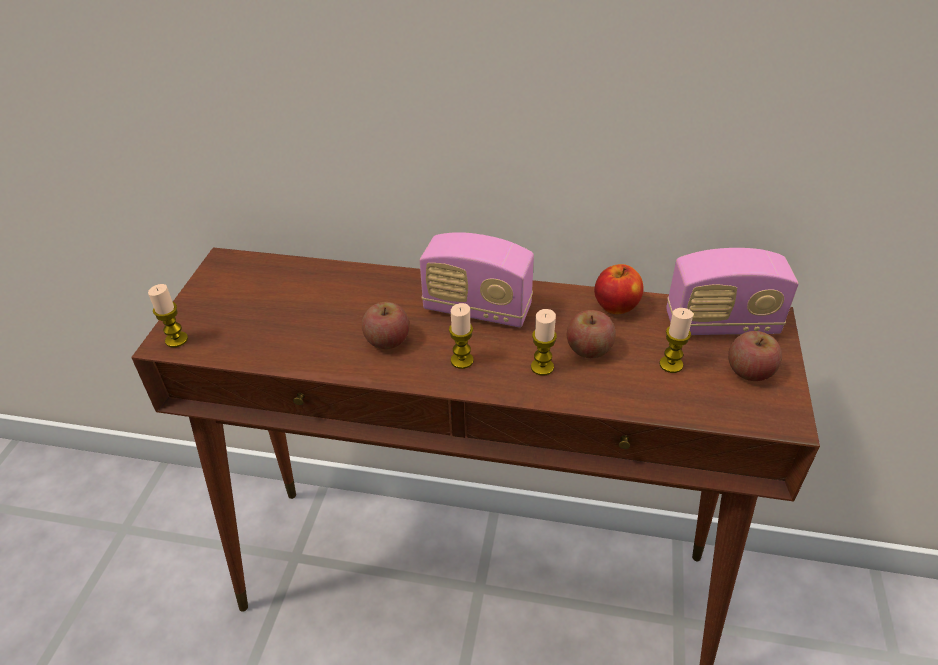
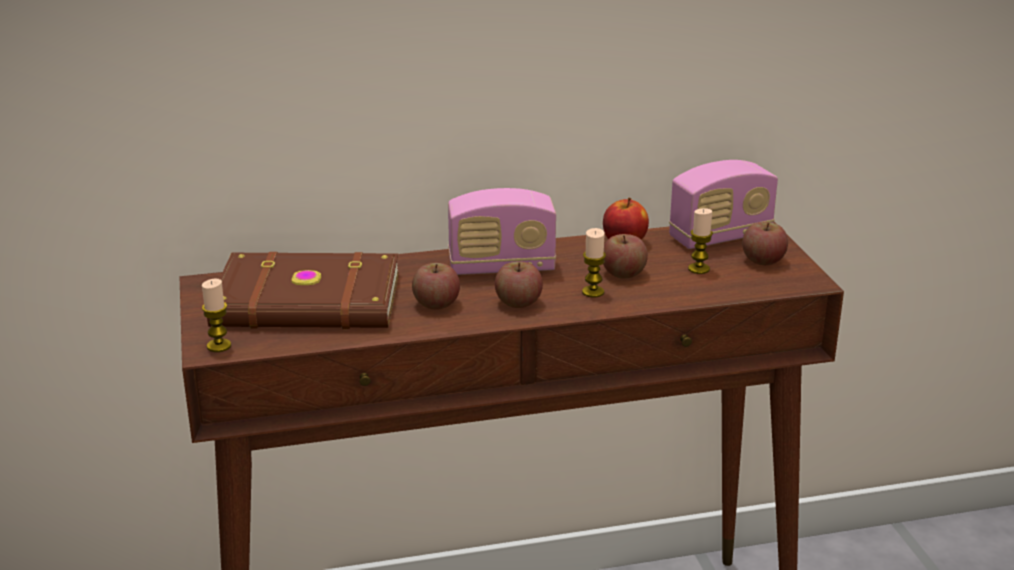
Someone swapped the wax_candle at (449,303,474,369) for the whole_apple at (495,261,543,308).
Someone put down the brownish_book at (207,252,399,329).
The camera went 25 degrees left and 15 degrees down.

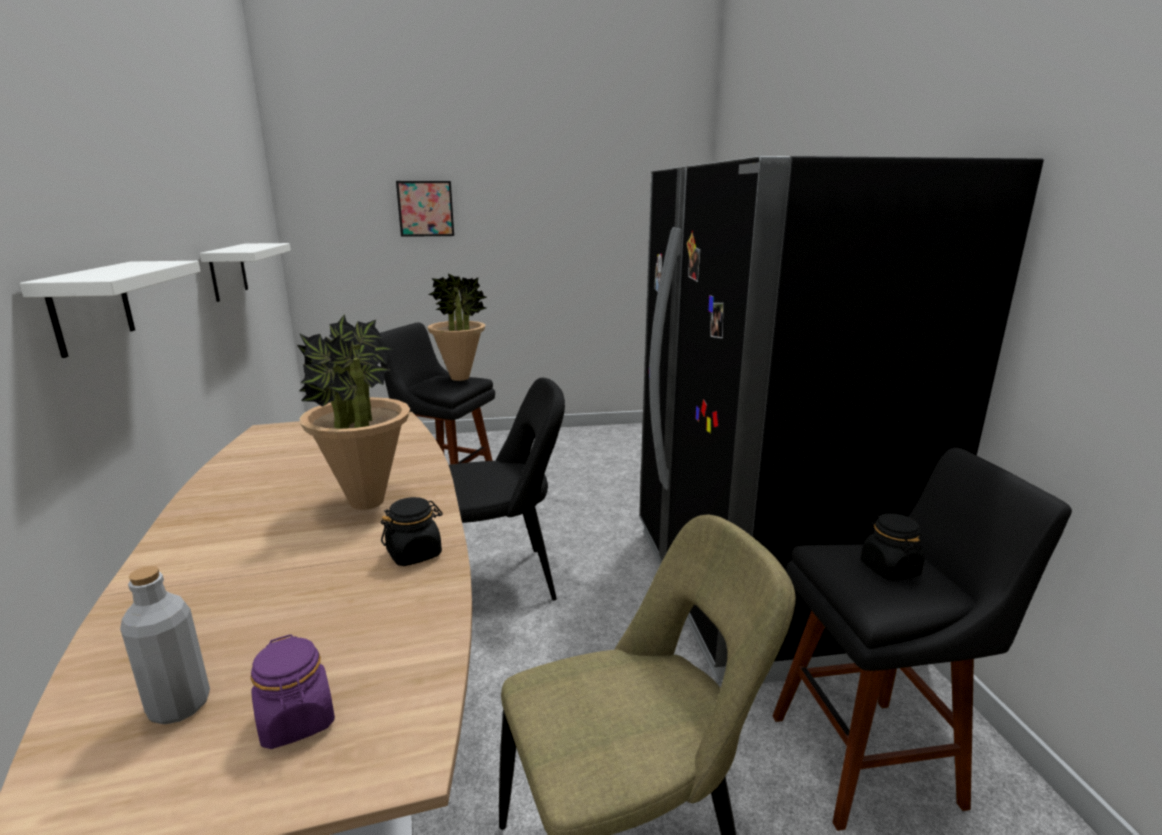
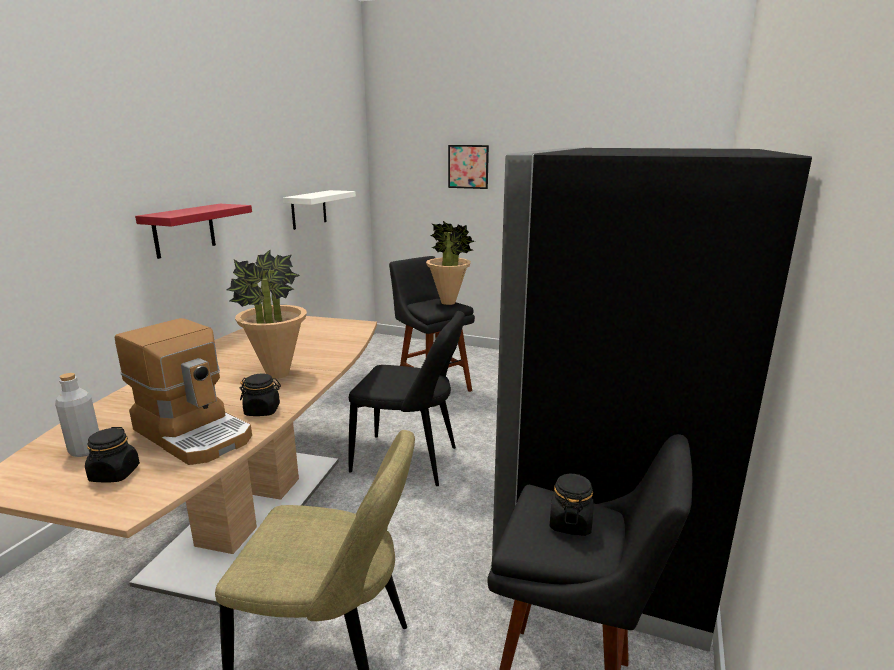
Someone repainted the whitish_shelf at (19,261,200,358), which became the reddish_shelf at (135,204,252,259).
Someone repainted the purple_preserve_jar at (250,634,335,749), which became the blackish_preserve_jar at (85,427,140,482).
Someone put down the coffee_machine at (115,318,252,465).
The camera went 30 degrees right and 0 degrees up.

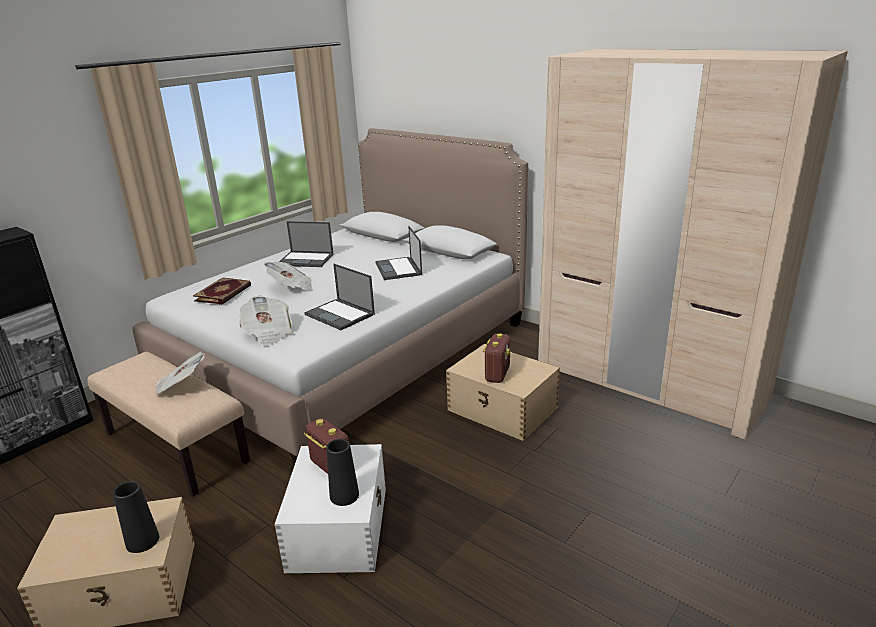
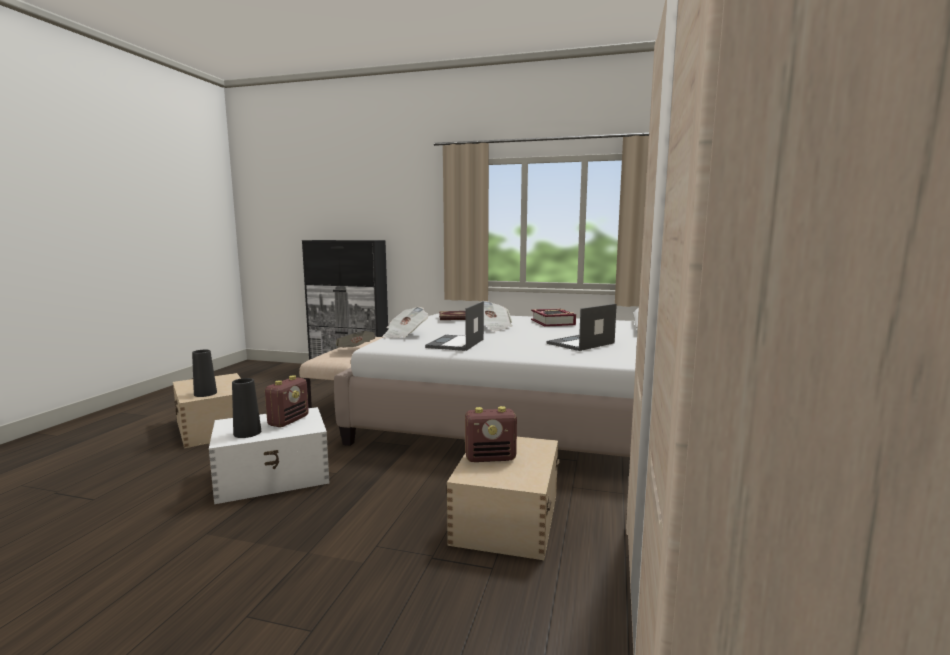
Someone swapped the notebook_computer at (279,221,334,267) for the book at (531,309,576,327).
The camera went 65 degrees right and 15 degrees down.

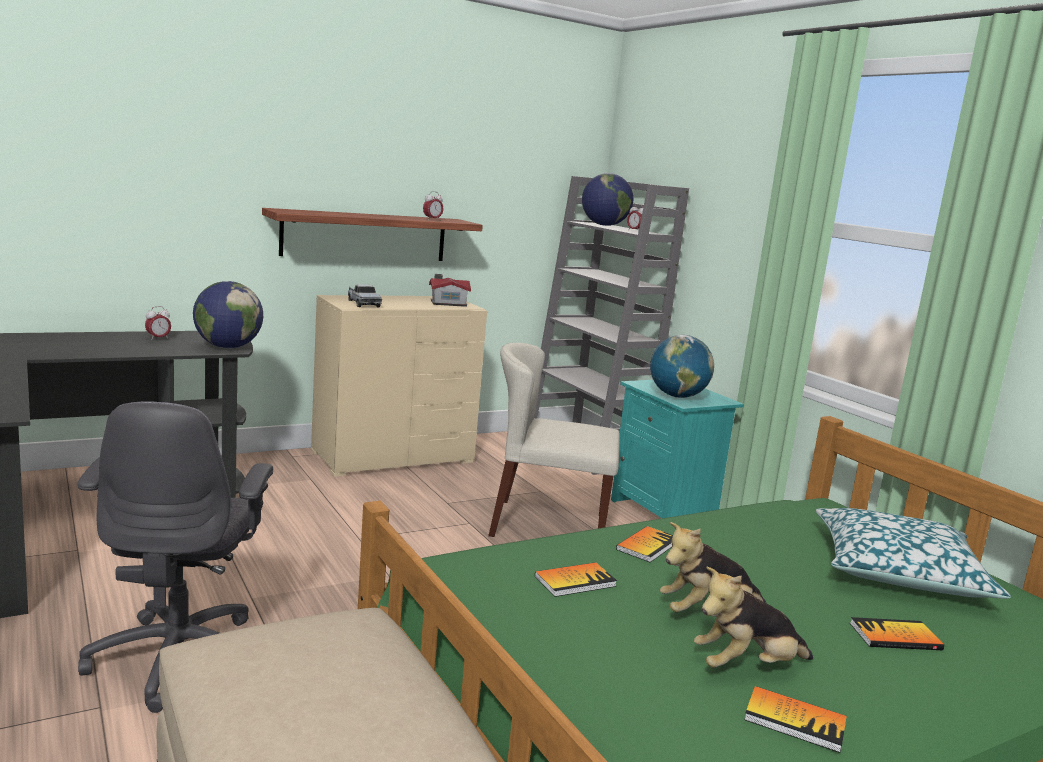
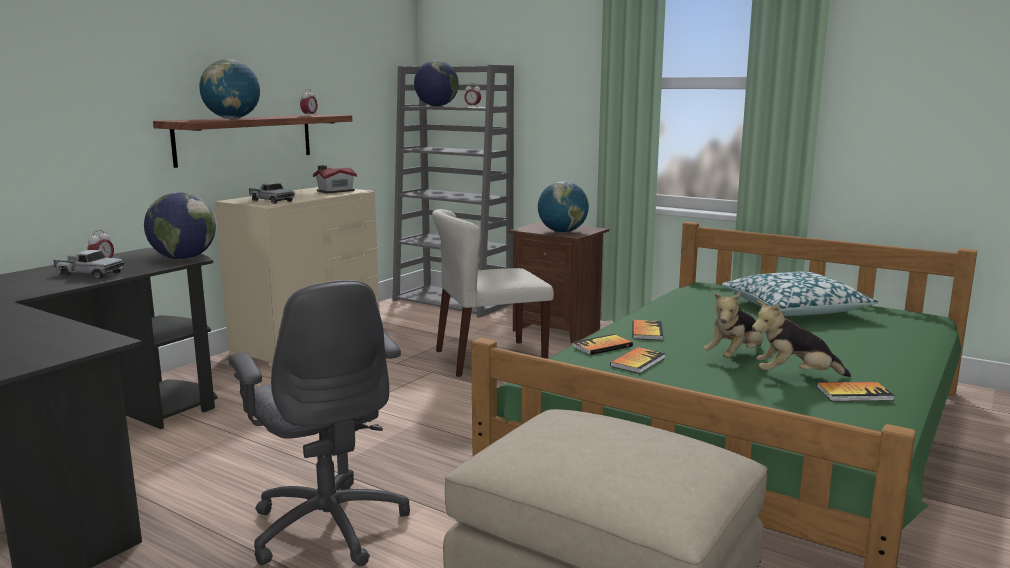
Someone repainted the turquoise-coloured_nightstand at (611,380,744,519), which became the brownish_nightstand at (508,221,609,343).
Someone rotated the cuddly_toy at (694,567,813,668) by 45 degrees clockwise.
Someone carried the book from (850,617,944,650) to (572,334,633,355).
Someone put down the globe at (199,59,260,119).
Someone put down the toy_truck at (53,250,124,279).
The camera went 25 degrees left and 0 degrees up.

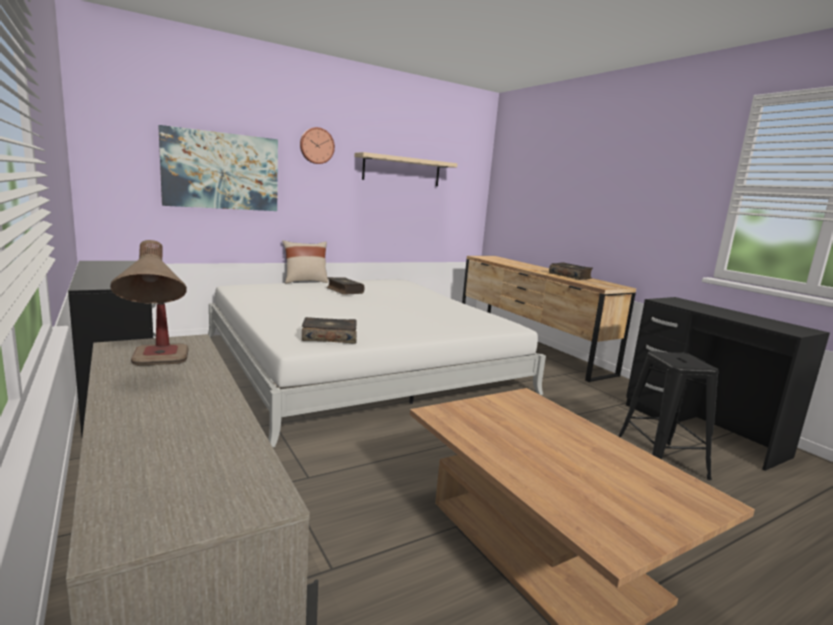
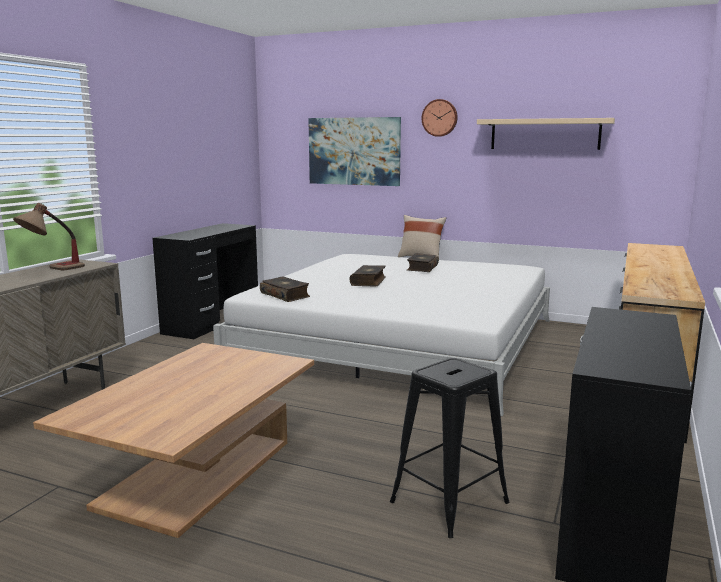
Someone carried the book from (549,262,593,280) to (350,265,386,287).
The camera went 55 degrees right and 0 degrees up.

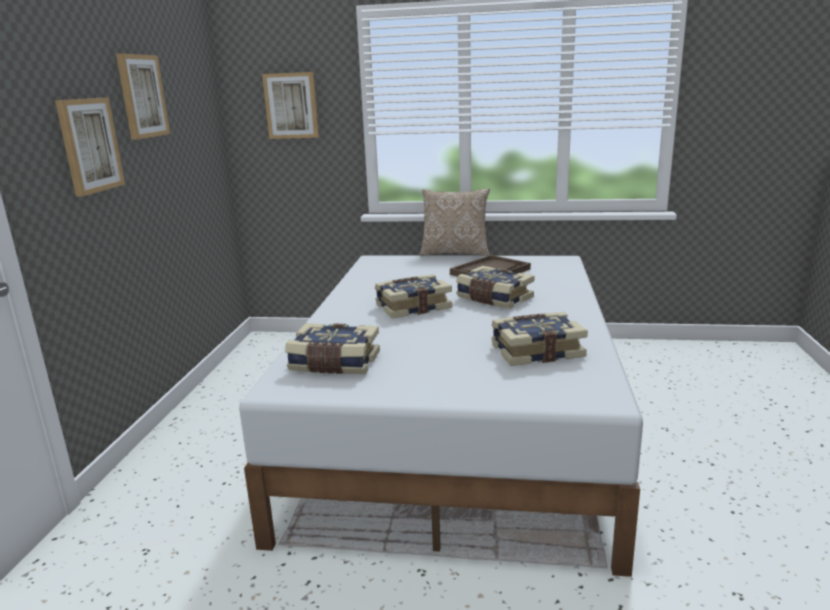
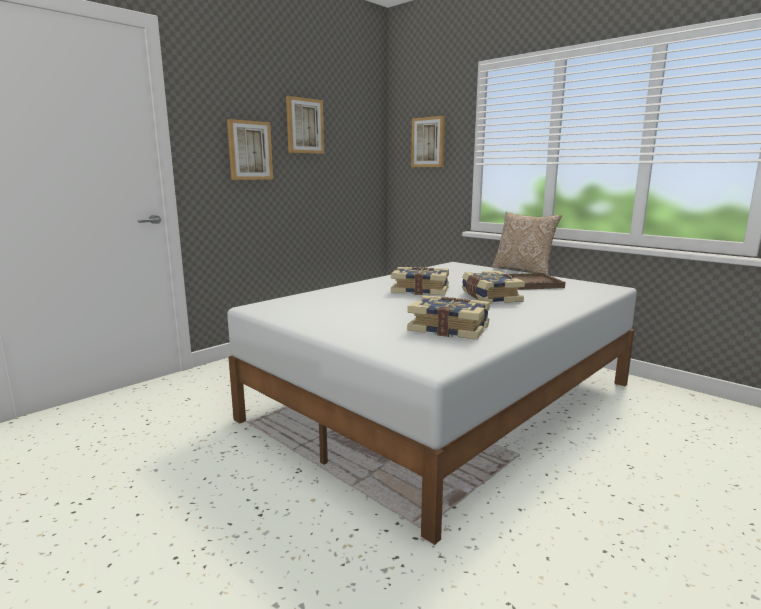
Someone took away the book at (285,323,380,374).
The camera went 35 degrees right and 5 degrees down.

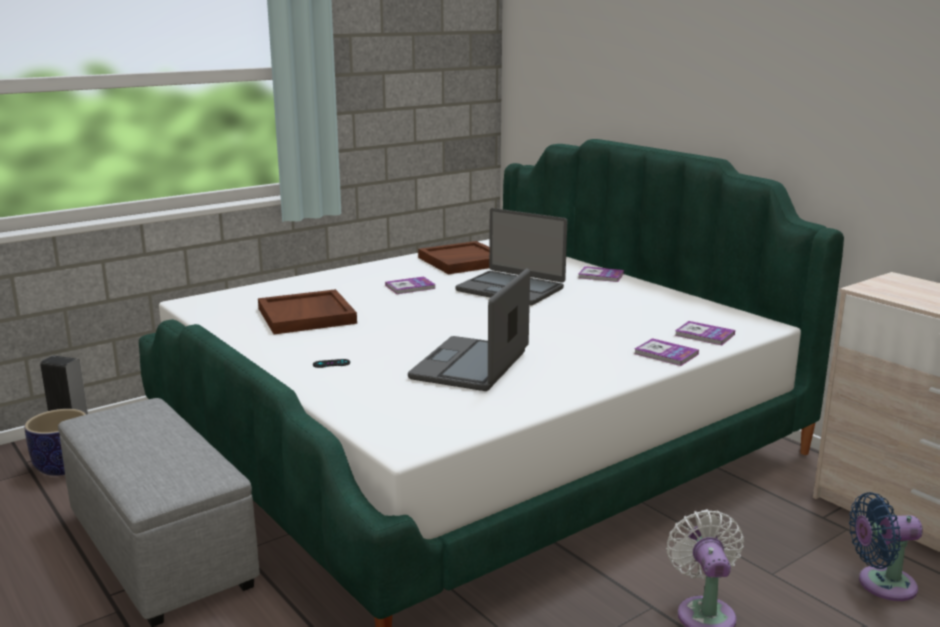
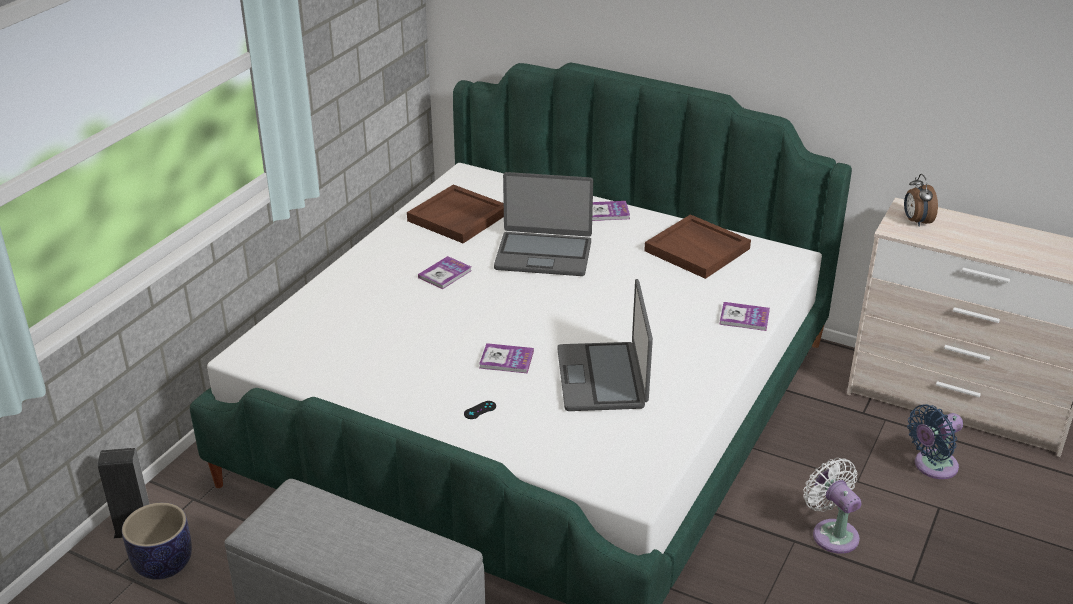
Someone carried the brownish_carrying_tray from (258,289,357,334) to (644,214,751,279).
Someone carried the book from (675,321,735,345) to (479,343,534,373).
Someone put down the alarm_clock at (904,174,938,227).
The camera went 25 degrees left and 15 degrees up.

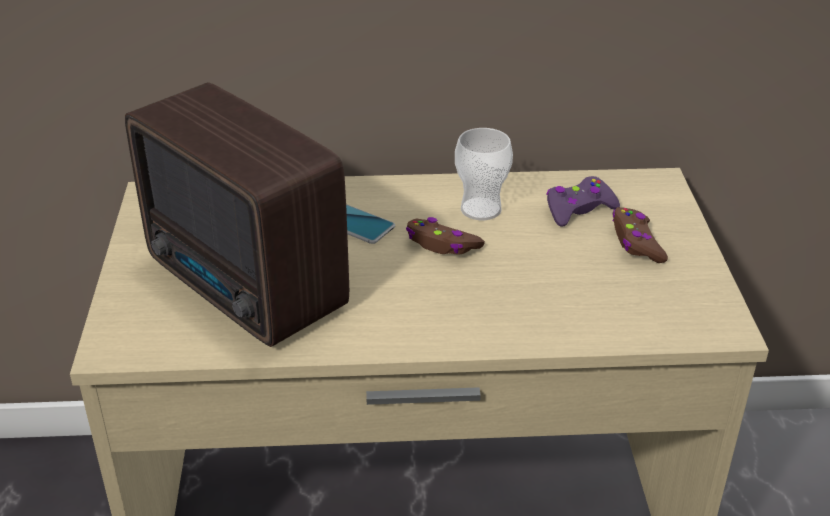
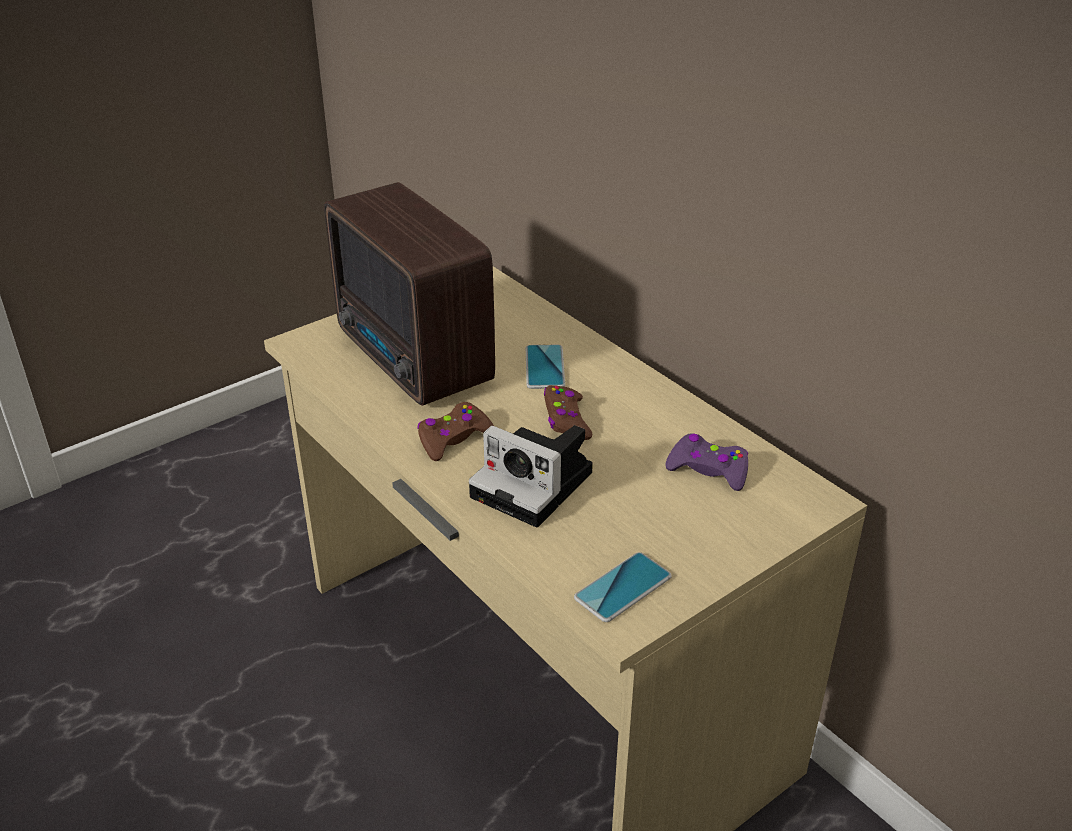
Someone rotated the radio_receiver at (125,82,349,347) by 45 degrees counterclockwise.
Someone took away the cup at (455,128,513,220).
Someone carried the brownish_game_controller from (613,207,668,263) to (417,402,494,461).
Someone put down the photo_camera at (469,425,593,527).
Someone put down the phone at (574,552,672,622).
The camera went 55 degrees right and 0 degrees up.

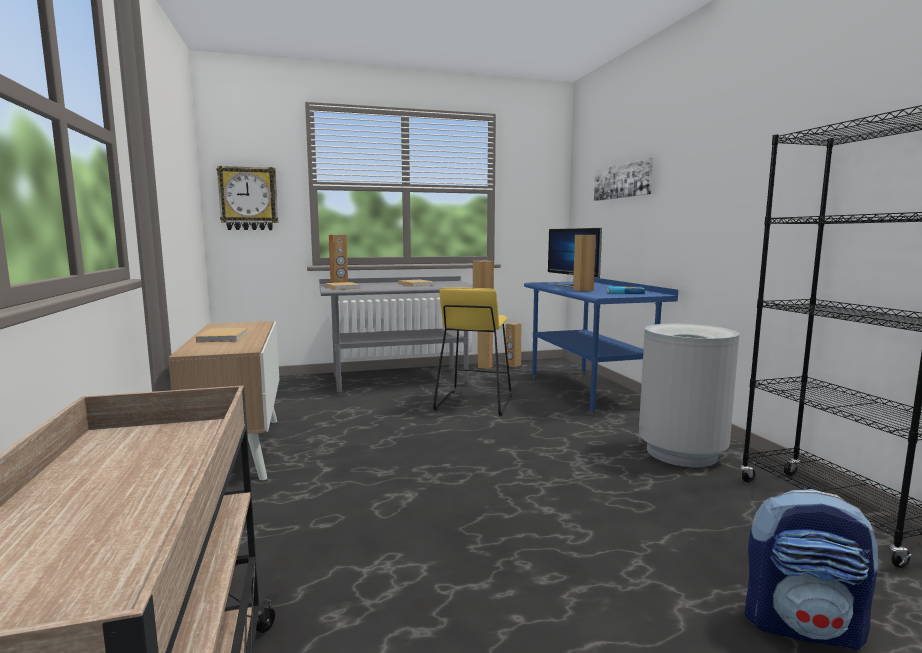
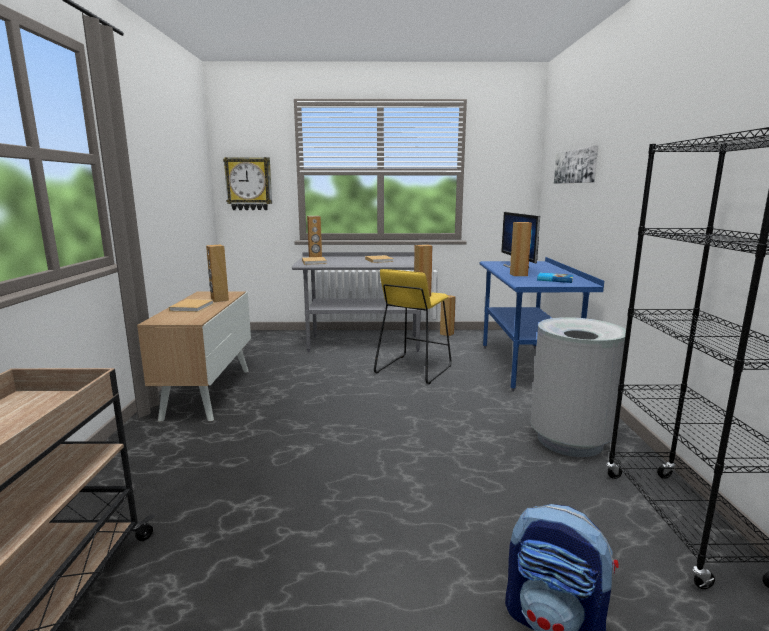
Someone carried the brownish_speaker from (505,322,521,367) to (206,245,229,302).
The camera went 15 degrees right and 5 degrees up.

